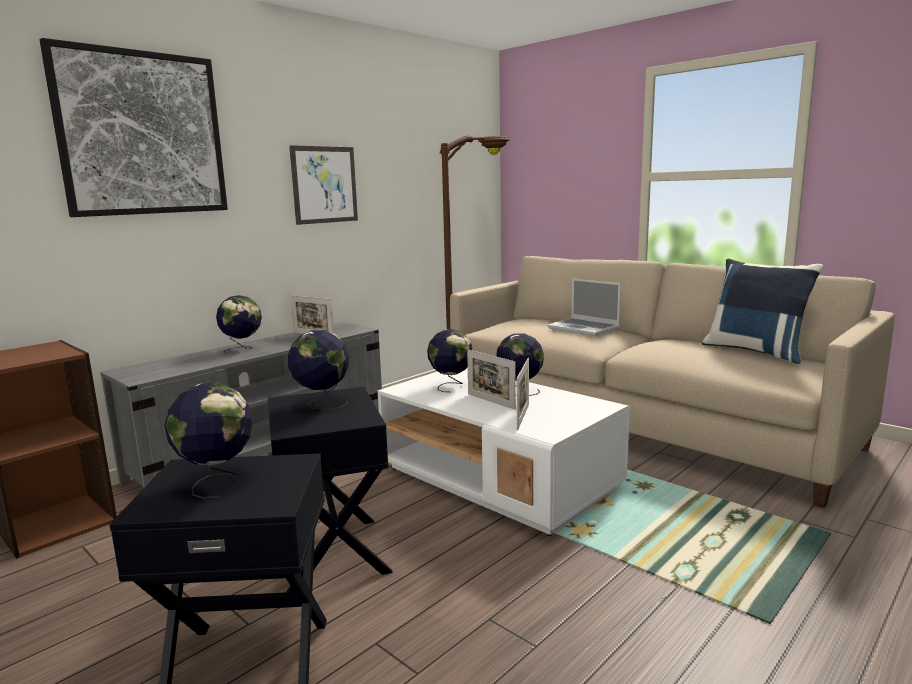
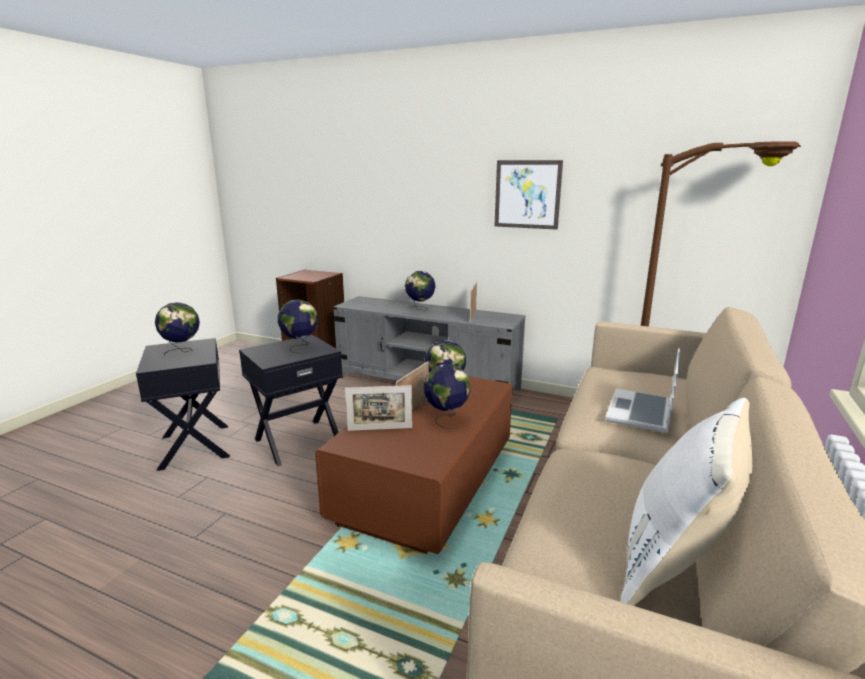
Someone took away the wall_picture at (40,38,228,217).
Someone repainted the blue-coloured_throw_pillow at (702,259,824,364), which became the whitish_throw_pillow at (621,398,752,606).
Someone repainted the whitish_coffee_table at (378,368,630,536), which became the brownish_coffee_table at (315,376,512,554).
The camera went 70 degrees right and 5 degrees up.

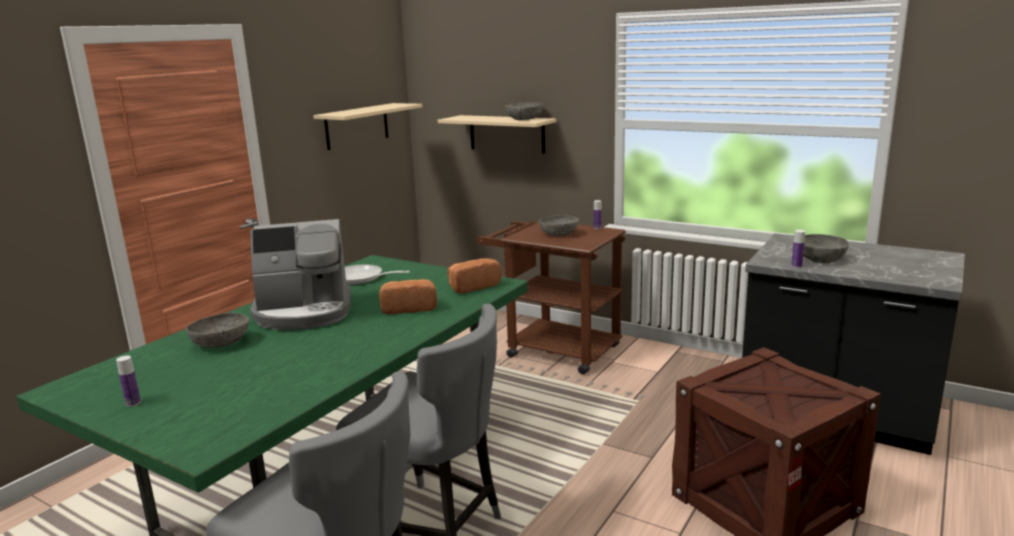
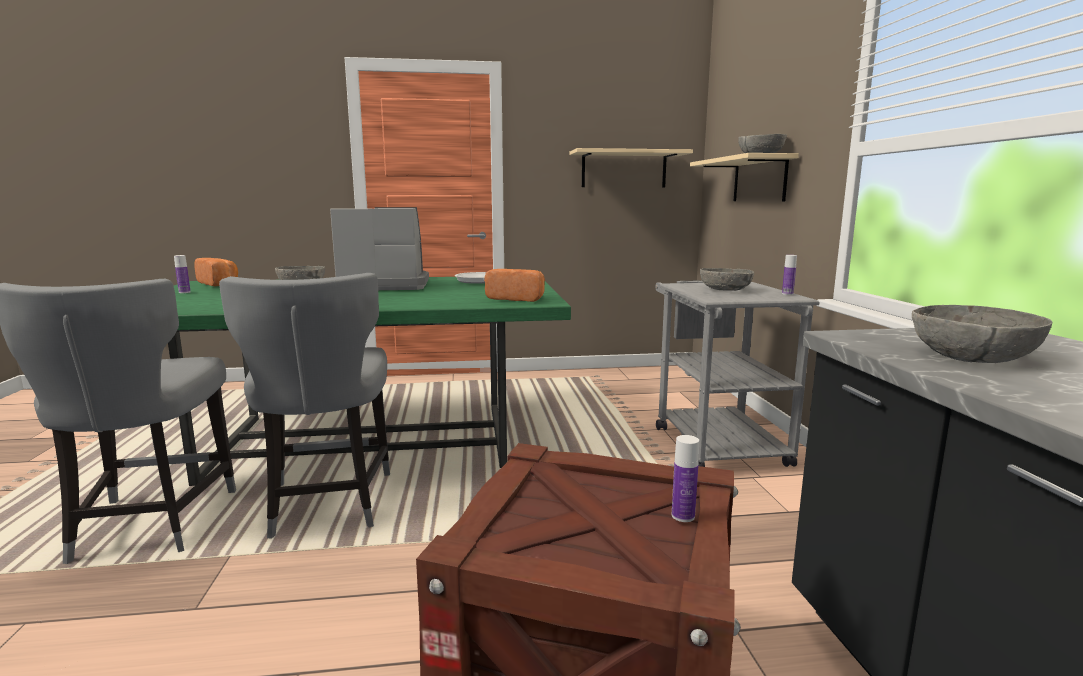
Someone rotated the coffee_machine at (250,219,351,330) by 135 degrees clockwise.
Someone repainted the brownish_wheeled_cart at (477,221,625,375), which became the greyish_wheeled_cart at (656,280,819,467).
Someone carried the drink_bottle from (791,230,805,268) to (672,435,699,522).
Someone carried the bakery_bread from (379,279,437,314) to (194,258,238,286).
The camera went 50 degrees right and 5 degrees down.

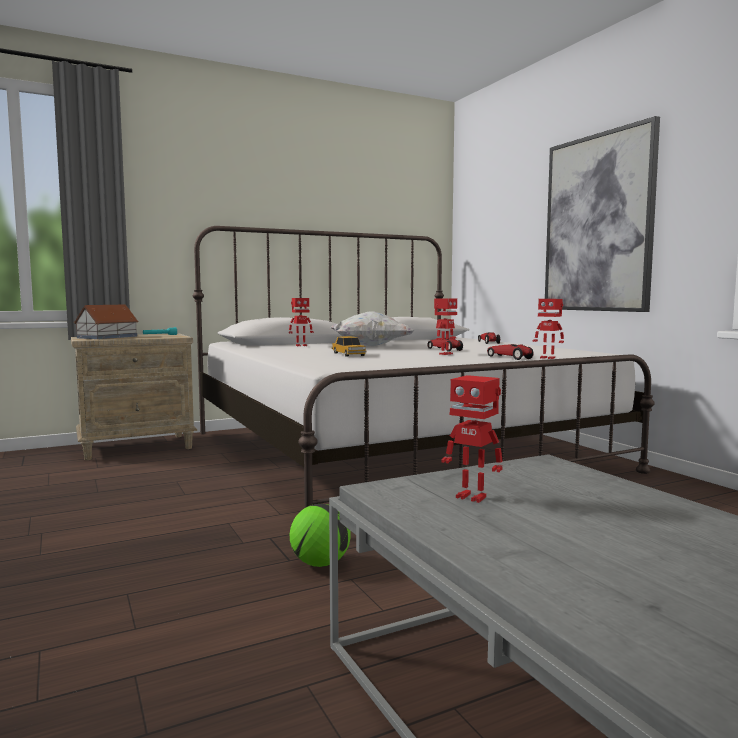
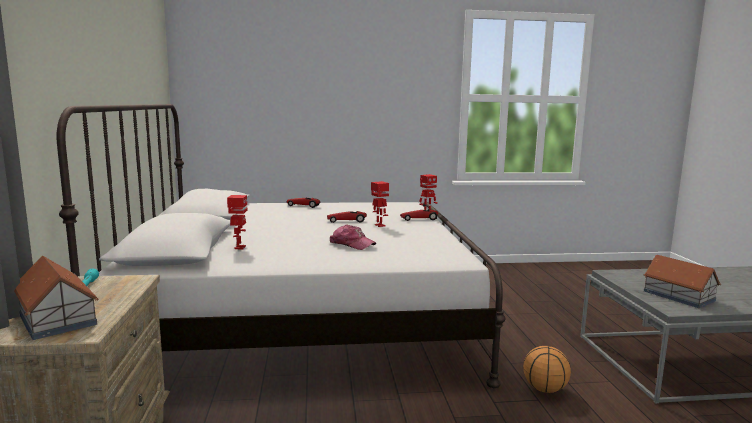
Someone took away the wall_picture at (545,116,660,312).
Someone took away the whitish_throw_pillow at (330,311,415,346).
Someone swapped the model_car at (331,336,366,357) for the baseball_cap at (330,225,376,250).
Someone swapped the model_robot at (442,375,503,503) for the toy_house at (644,255,721,308).
Someone swapped the football at (290,504,351,567) for the ball_for_basketball at (523,346,571,393).
The camera went 70 degrees left and 5 degrees up.

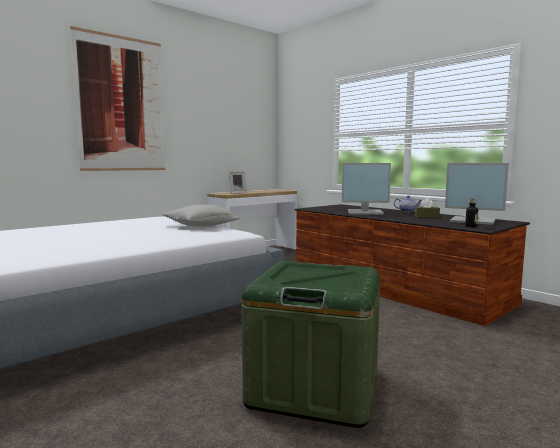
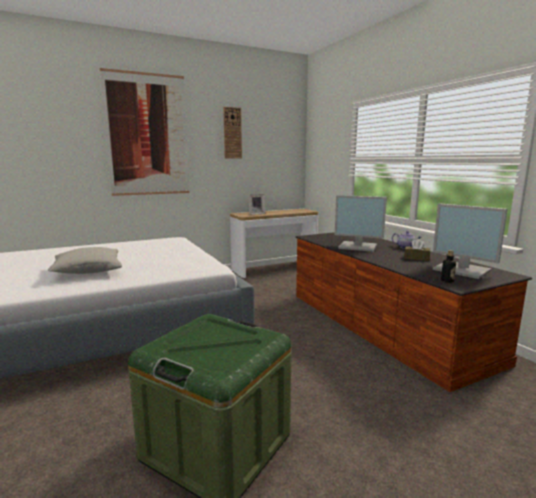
Someone carried the greyish_throw_pillow from (162,205,240,227) to (48,247,122,274).
Someone put up the clock_on_the_wall at (223,107,242,159).
The camera went 15 degrees right and 5 degrees up.

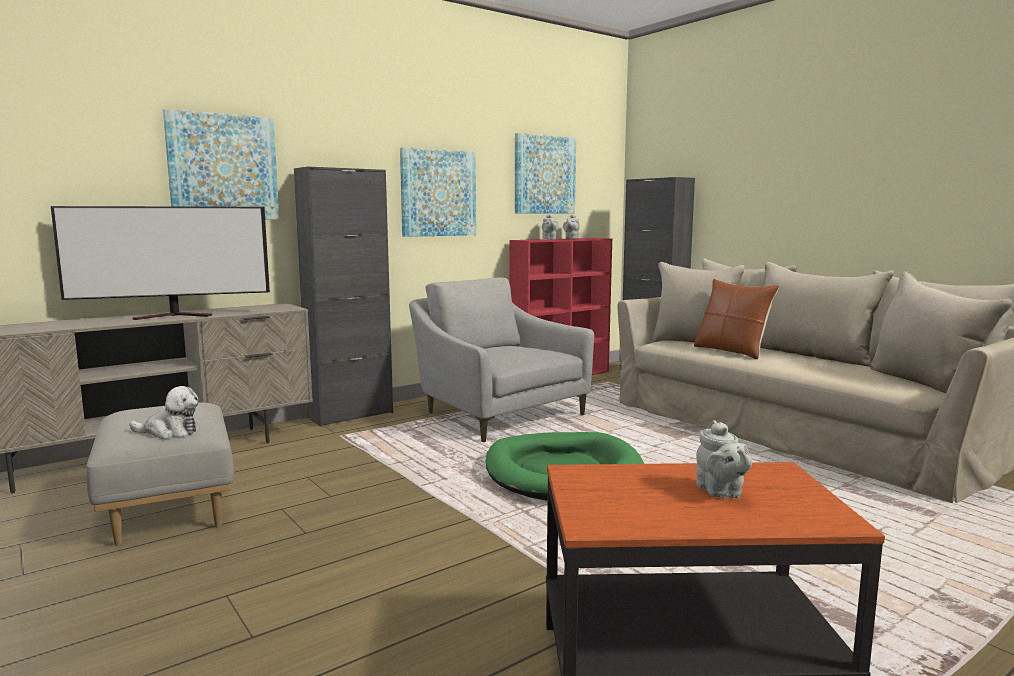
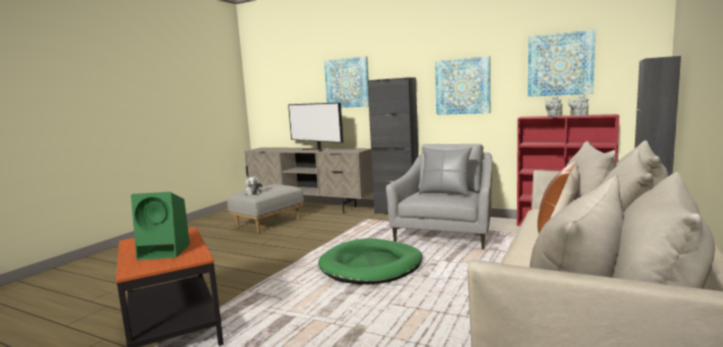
Someone swapped the greyish_teapot at (696,420,752,498) for the greenish_speaker at (131,192,190,260).
Someone put down the greyish_throw_pillow at (419,147,472,196).
The camera went 65 degrees right and 0 degrees up.

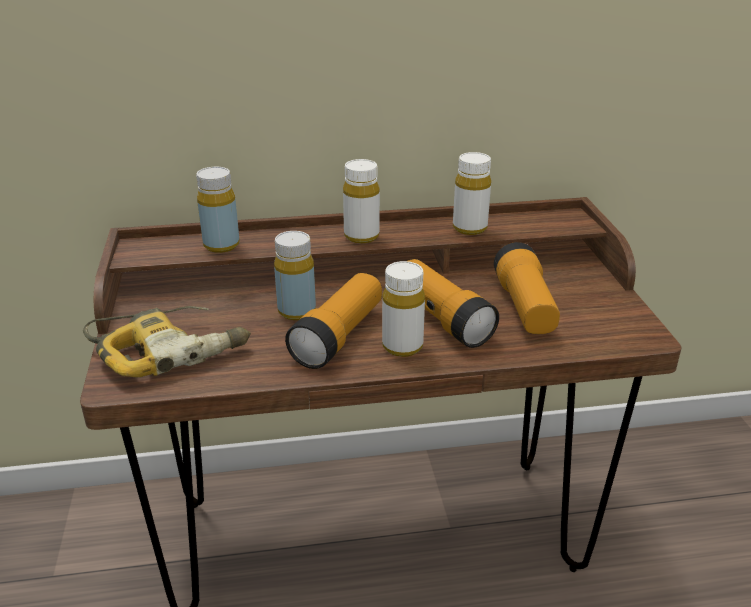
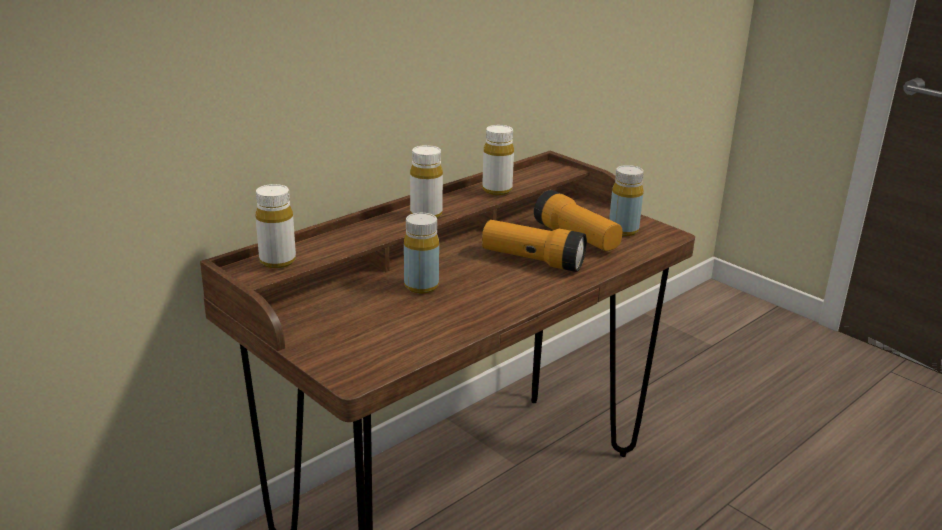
Someone carried the yellow_drink_bottle from (196,167,240,253) to (609,165,644,236).
Someone carried the whitish_drink_bottle from (382,261,425,357) to (255,184,296,268).
Someone took away the hand_torch at (285,273,382,369).
Someone took away the power_drill at (83,306,251,377).
The camera went 35 degrees left and 5 degrees down.

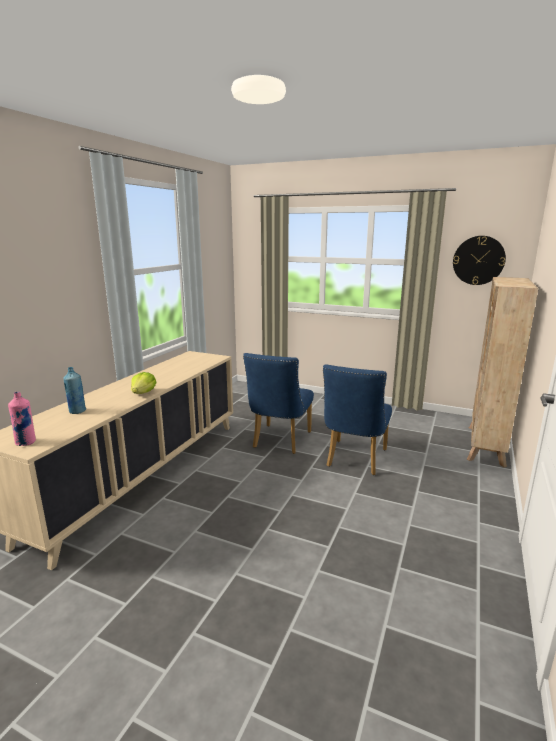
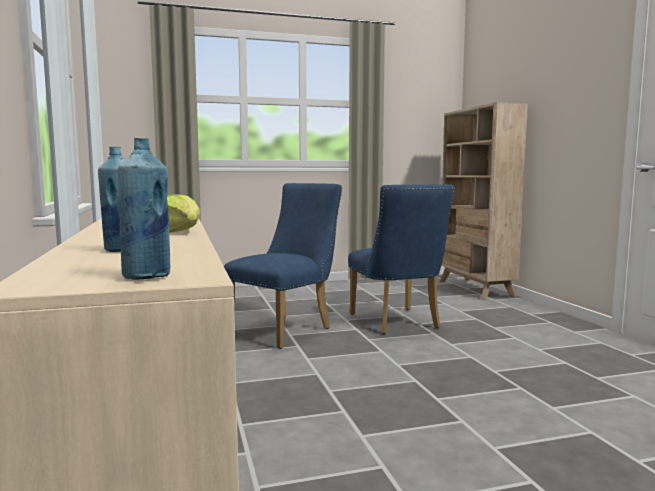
Someone took away the clock_on_the_wall at (453,236,506,285).
Someone rotated the blue-coloured_plain_chair at (243,353,314,454) by 120 degrees counterclockwise.
Someone repainted the pink-coloured_drink_bottle at (8,391,36,446), which became the blue-coloured_drink_bottle at (118,138,170,280).
The camera went 40 degrees left and 10 degrees down.

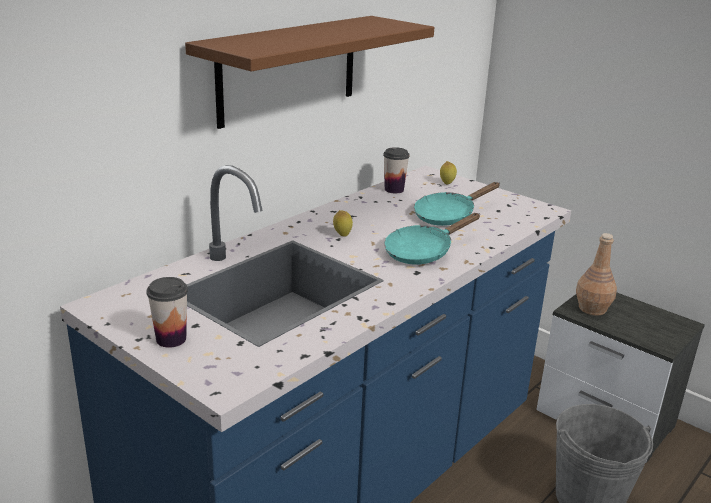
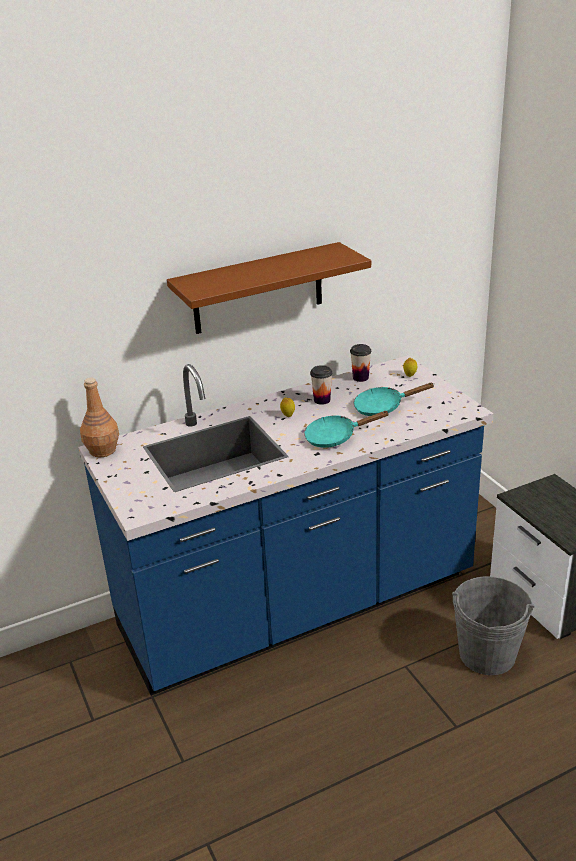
Someone carried the brownish_drink_bottle from (576,233,617,316) to (80,378,119,457).
Someone carried the cup from (147,277,188,348) to (310,365,332,405).
The camera went 25 degrees right and 5 degrees up.

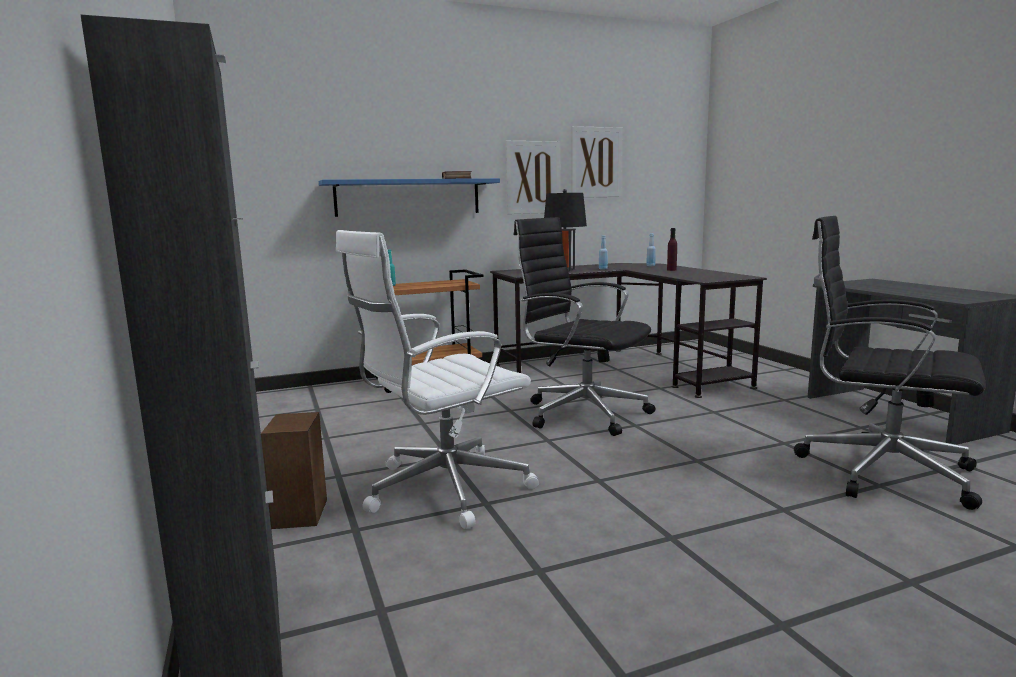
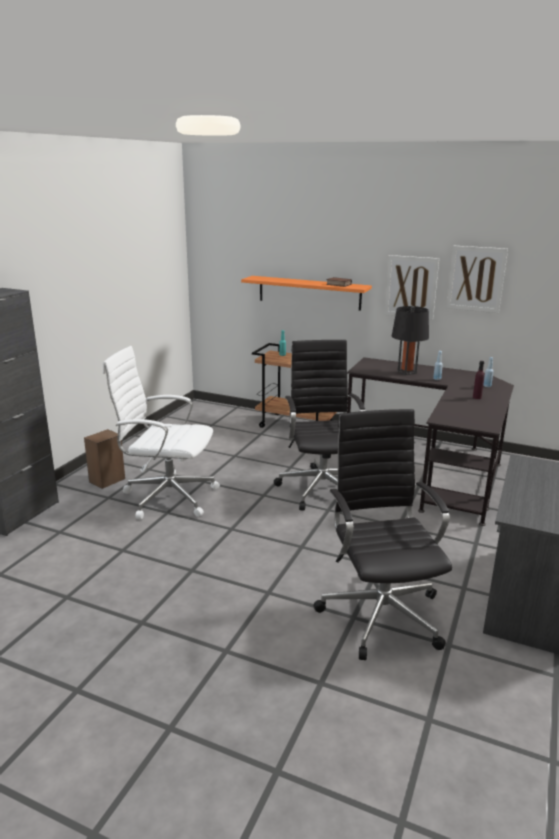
Someone repainted the blue-coloured_shelf at (319,178,500,217), which became the orangey_shelf at (241,276,372,311).
The camera went 45 degrees right and 10 degrees up.

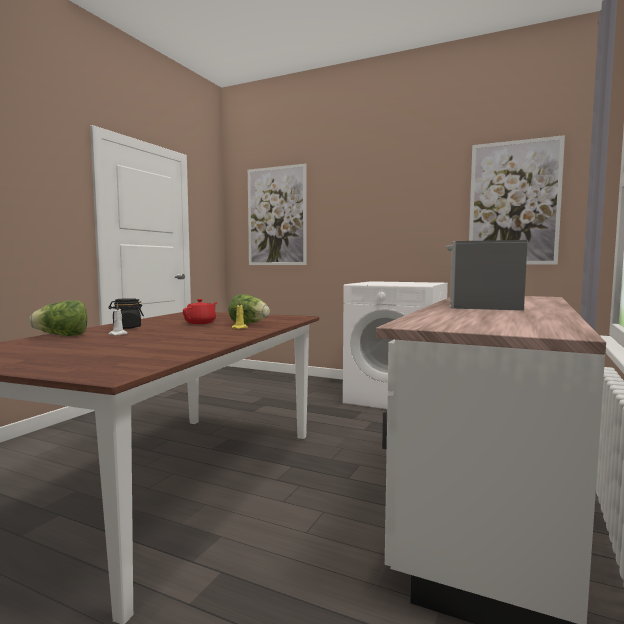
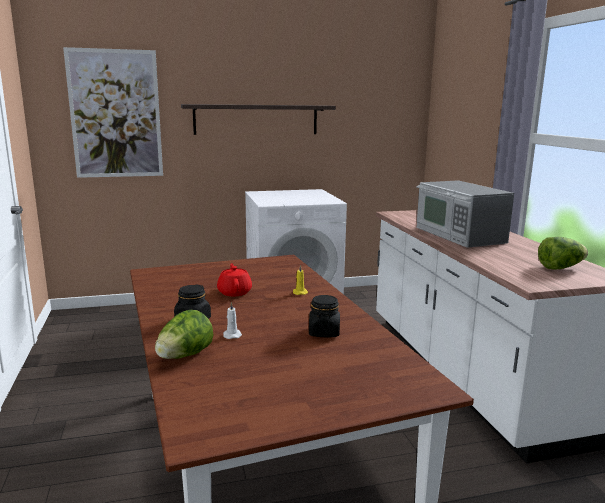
Someone took away the wall_picture at (469,135,565,264).
Someone carried the lettuce_head from (228,294,270,324) to (538,237,588,269).
Someone put up the shelf at (181,104,336,135).
Someone put down the blackish_preserve_jar at (309,295,340,337).
The camera went 40 degrees left and 10 degrees up.

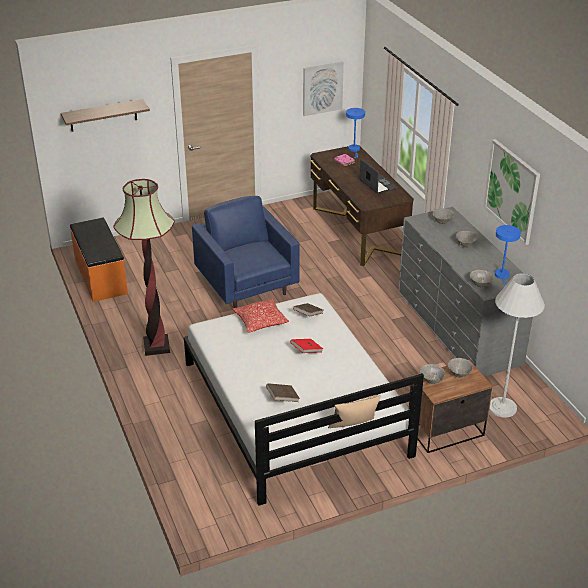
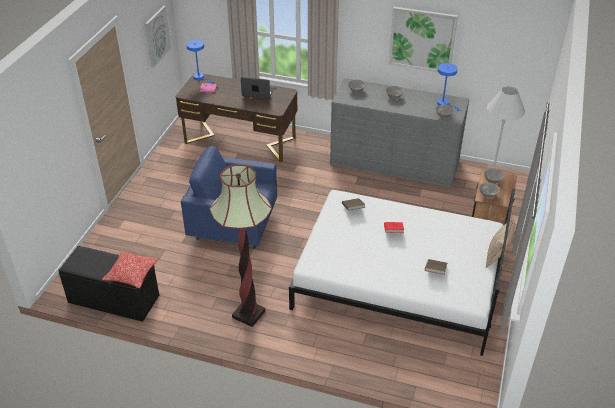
Someone took away the shelf at (61,99,150,131).
Someone repainted the orangey_indoor_bench at (70,218,128,302), which became the blackish_indoor_bench at (59,246,159,322).
Someone carried the throw_pillow from (232,298,289,333) to (102,251,158,288).
The camera went 50 degrees left and 5 degrees up.

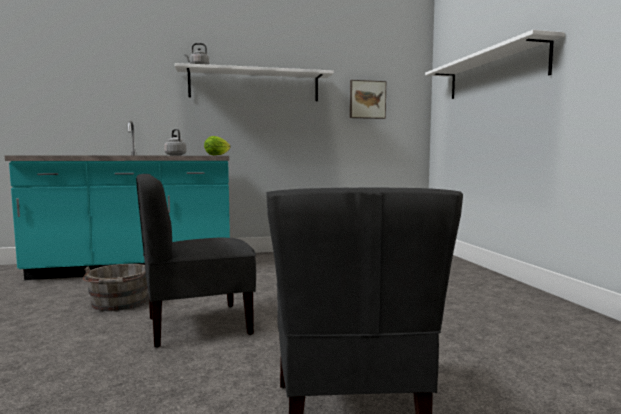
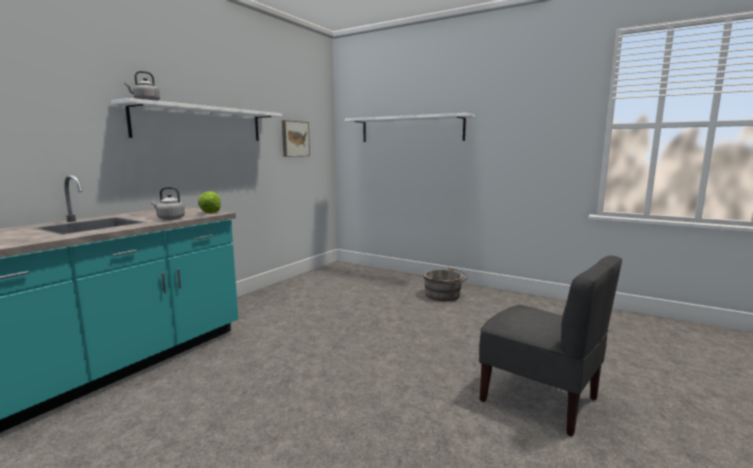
Someone took away the greyish_plain_chair at (136,174,256,348).
Someone carried the greyish_pail from (83,264,148,311) to (424,267,468,301).
The camera went 45 degrees left and 5 degrees up.

